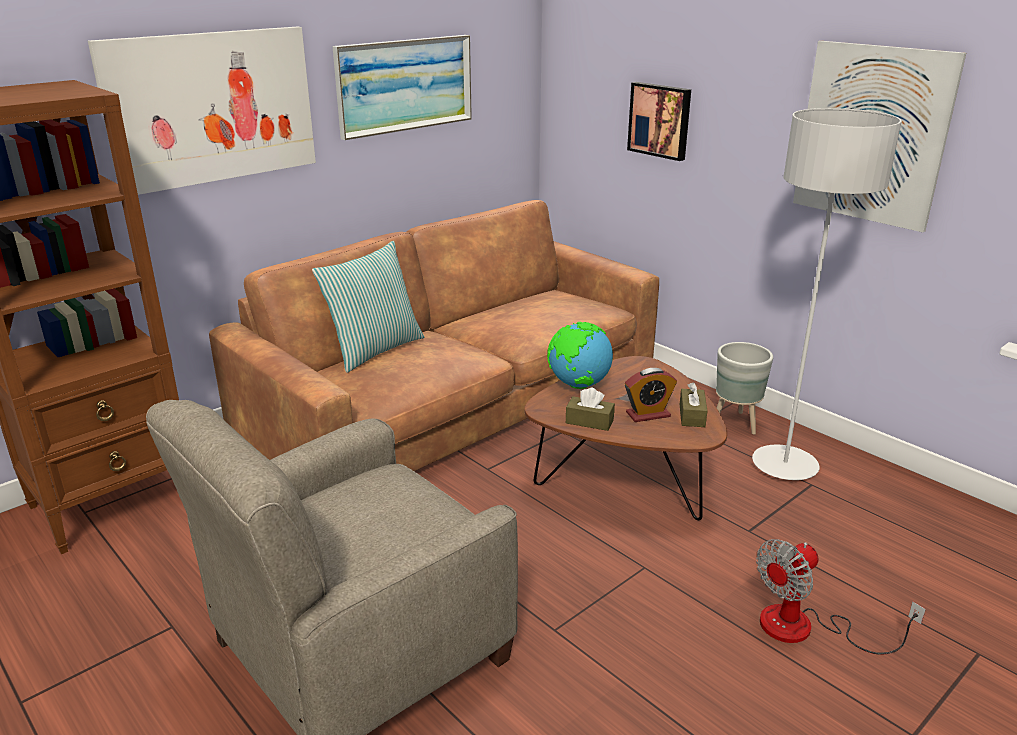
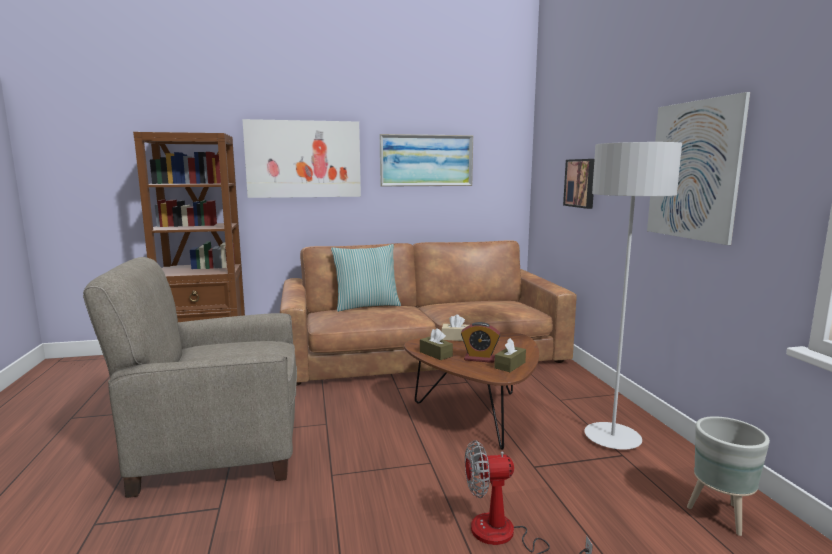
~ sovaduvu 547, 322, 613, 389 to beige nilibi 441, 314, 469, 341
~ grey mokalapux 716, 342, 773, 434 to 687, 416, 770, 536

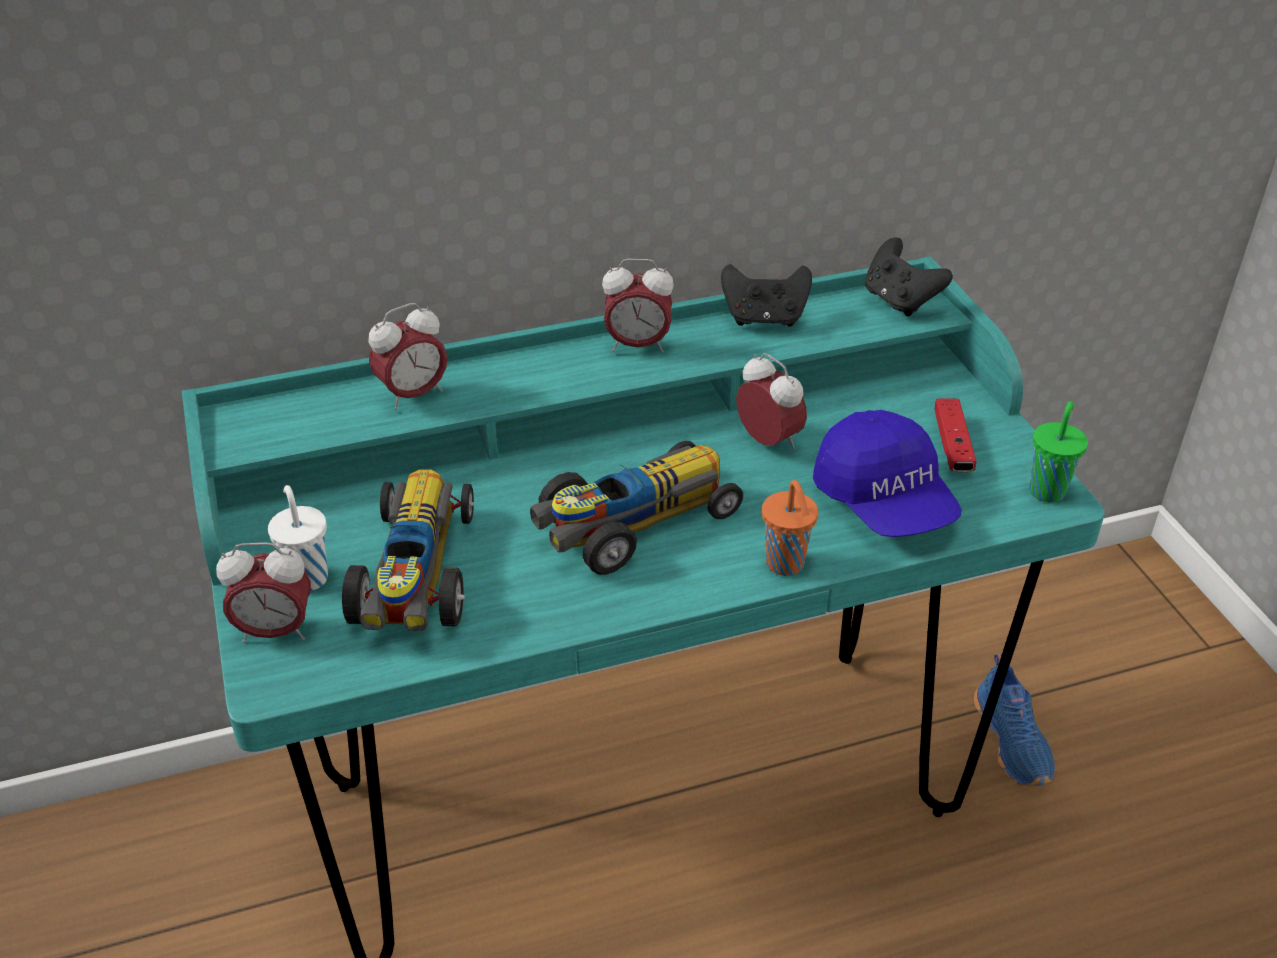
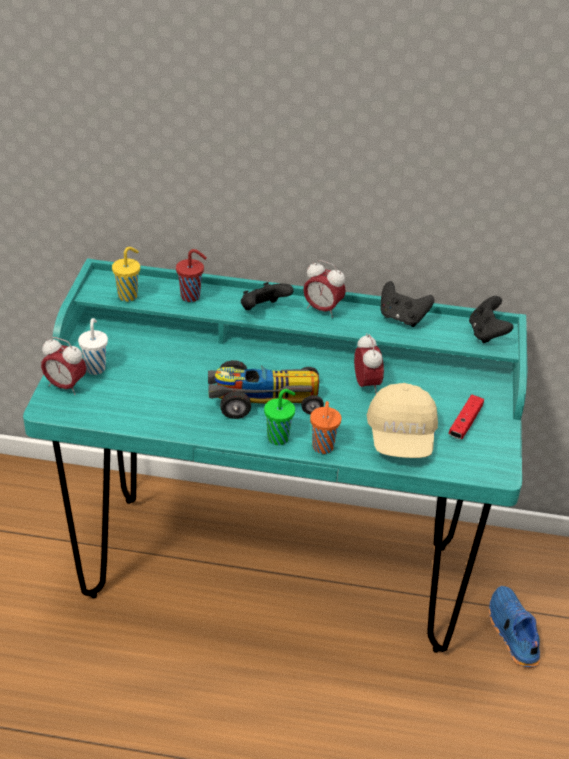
+ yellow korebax 112, 247, 140, 302
~ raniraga 368, 303, 448, 410 to red korebax 176, 249, 207, 302
+ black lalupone 241, 282, 293, 310
~ green korebax 1029, 401, 1088, 503 to 264, 389, 295, 445
~ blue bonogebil 813, 410, 962, 537 to beige bonogebil 367, 383, 438, 458
~ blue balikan 974, 654, 1055, 786 = 489, 586, 540, 668 150 degrees clockwise
- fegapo 342, 469, 474, 631

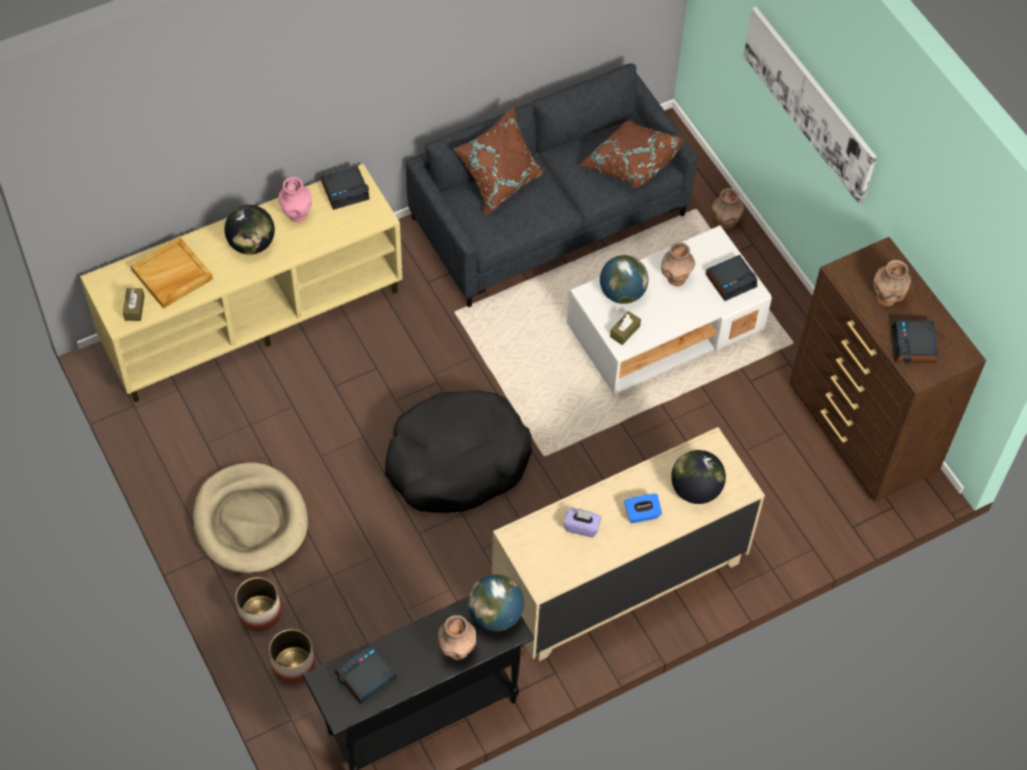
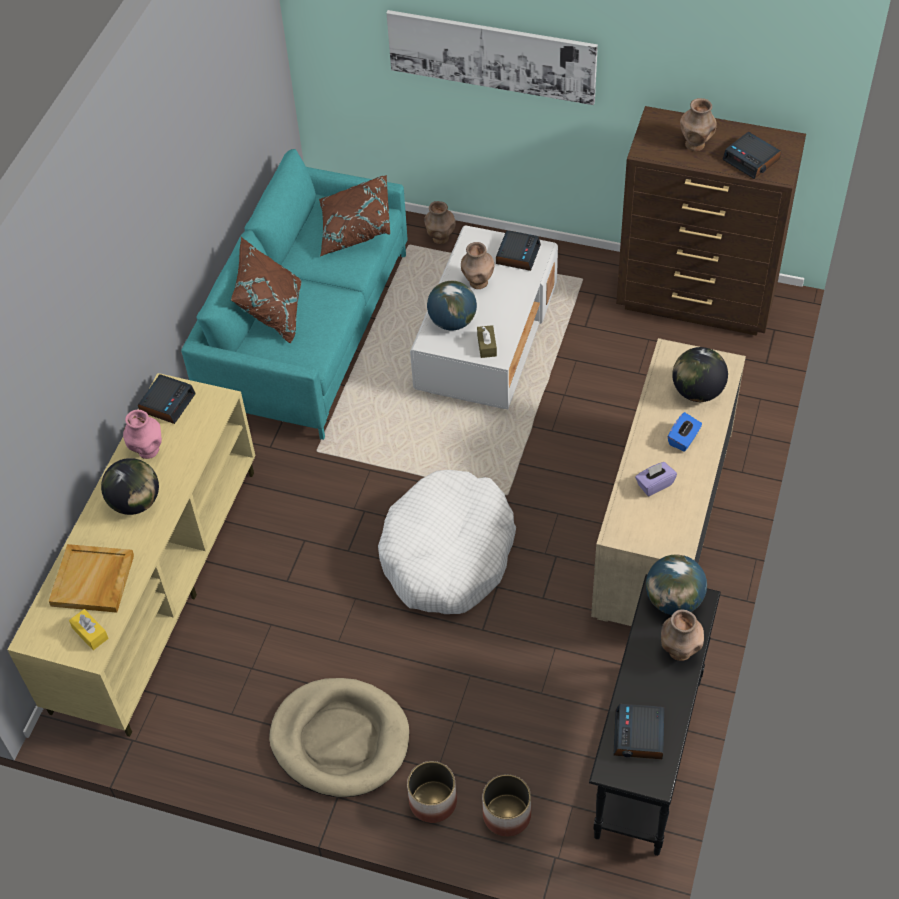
~ brown nilibi 123, 288, 145, 321 to yellow nilibi 69, 609, 109, 650
~ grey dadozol 406, 64, 698, 307 to turquoise dadozol 181, 149, 408, 440
~ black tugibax 385, 390, 532, 513 to white tugibax 378, 470, 516, 614

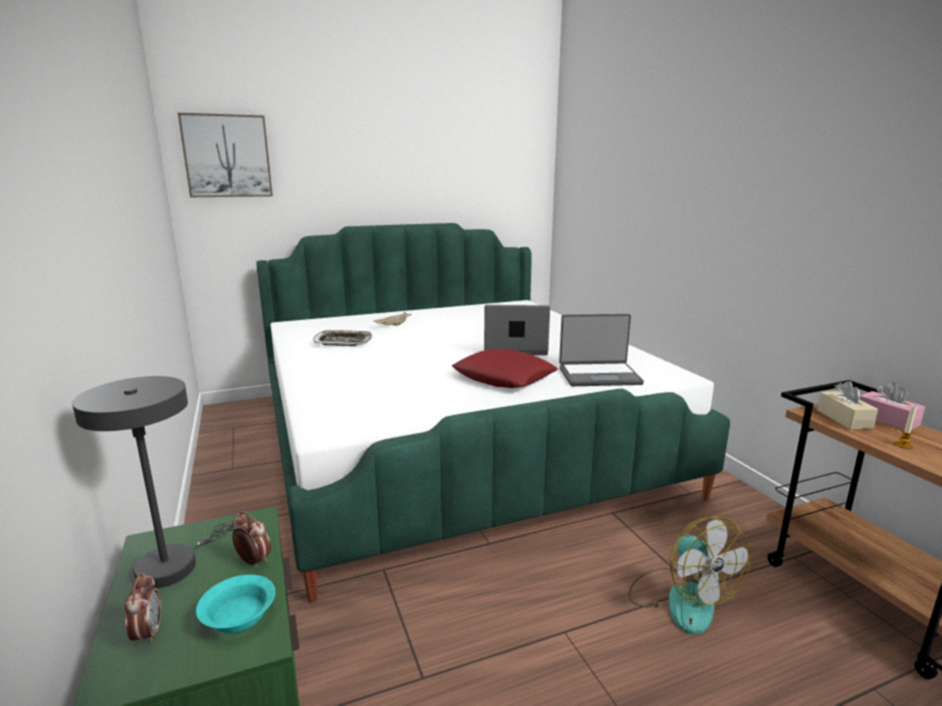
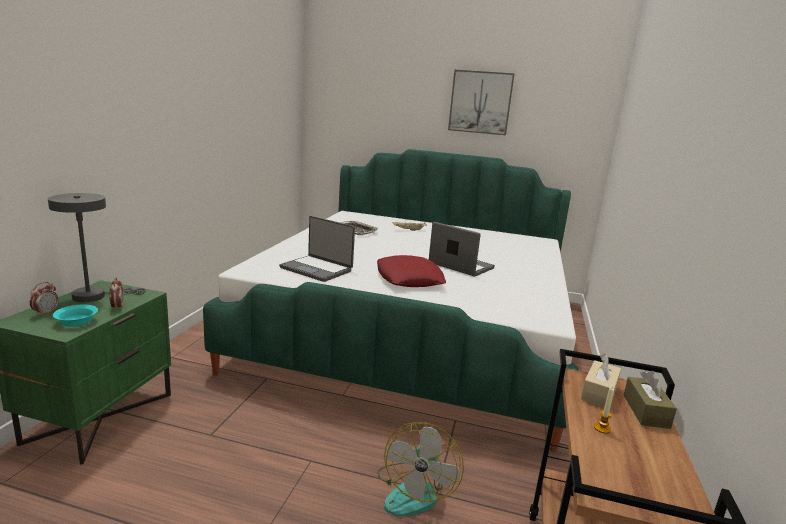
~ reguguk 559, 314, 644, 386 to 279, 216, 355, 282
~ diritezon 178, 113, 273, 197 to 448, 70, 514, 135
~ pink nilibi 859, 382, 925, 430 to brown nilibi 623, 371, 677, 429

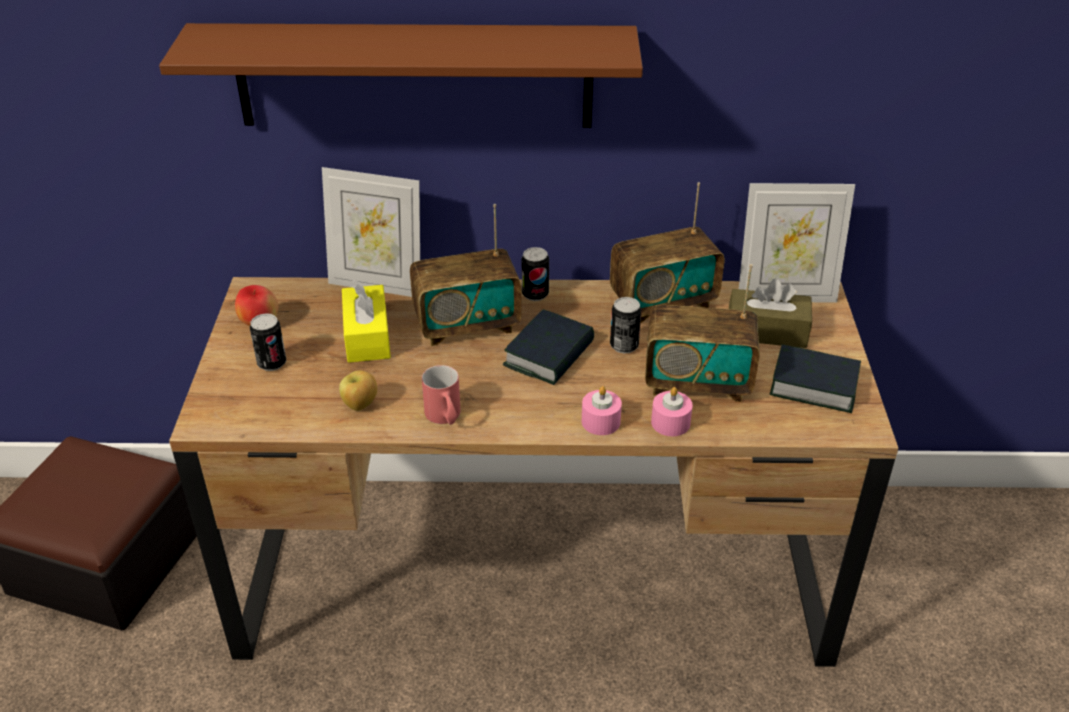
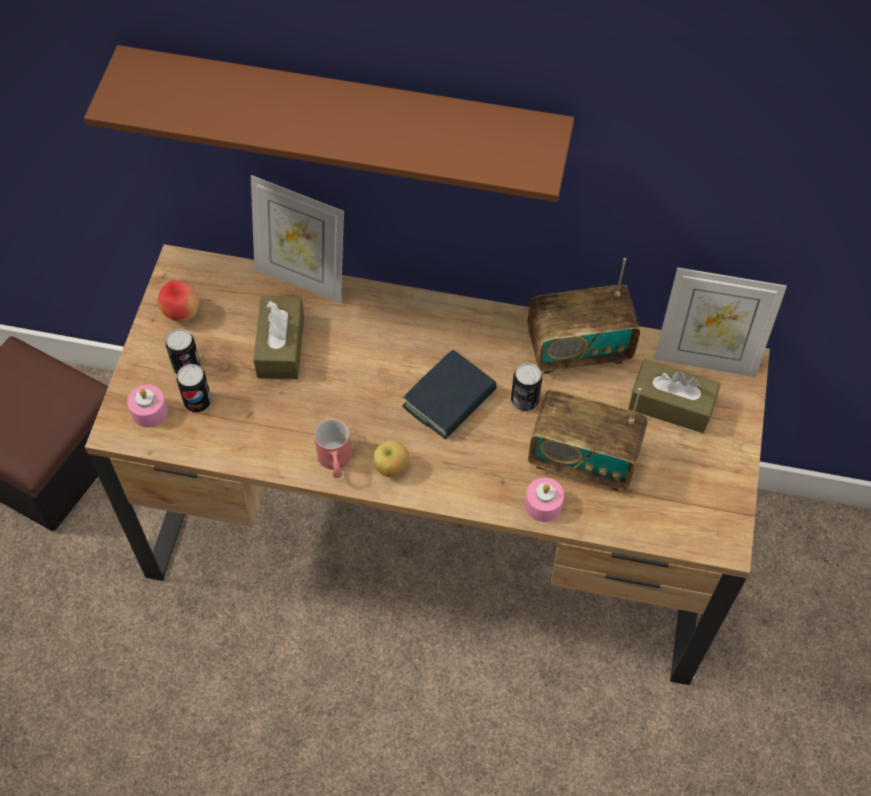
~ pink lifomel 582, 386, 622, 435 to 127, 385, 168, 427
~ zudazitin 522, 247, 549, 301 to 176, 364, 212, 412
~ yellow nilibi 342, 280, 391, 363 to brown nilibi 253, 296, 304, 379
~ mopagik 339, 370, 377, 411 to 374, 440, 409, 477
- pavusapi 410, 204, 521, 346
- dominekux 770, 344, 861, 413

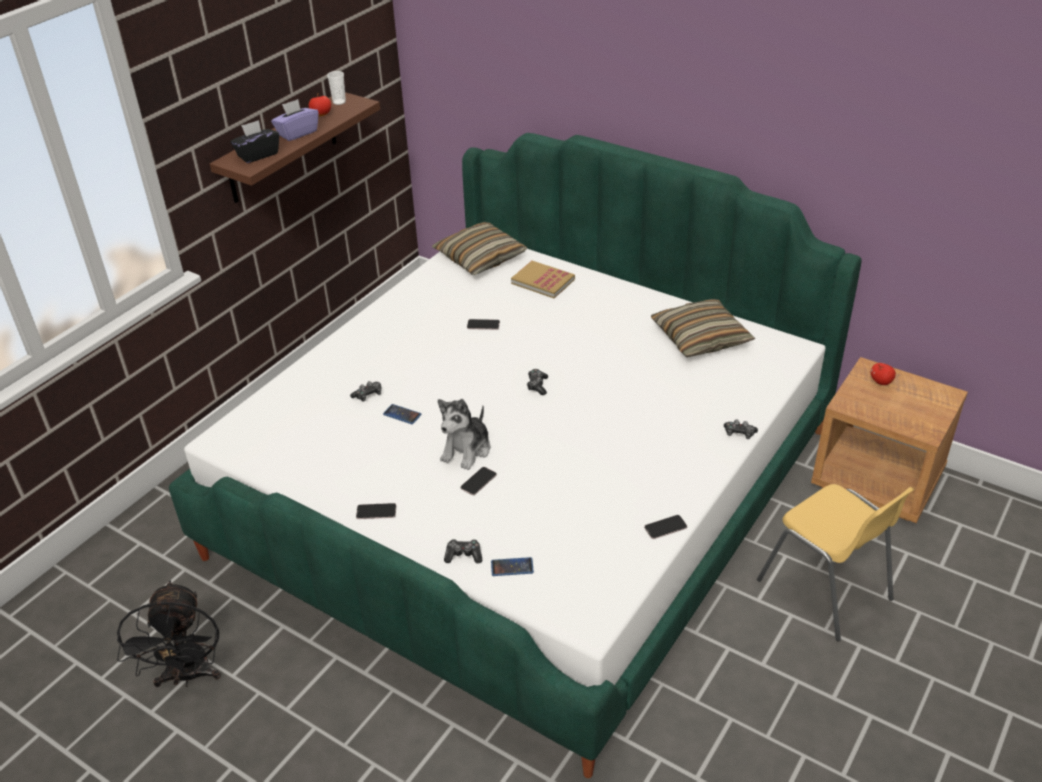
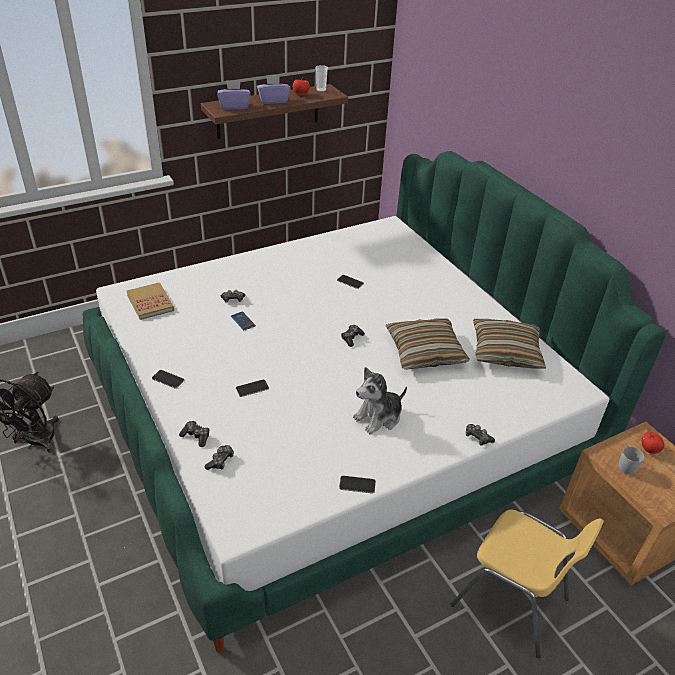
~ dominekux 511, 261, 575, 298 to 127, 283, 174, 320
~ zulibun 491, 557, 534, 576 to lalupone 204, 445, 234, 470
~ black nilibi 230, 120, 279, 163 to purple nilibi 217, 80, 251, 109
~ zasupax 438, 399, 490, 470 to 353, 367, 407, 435
~ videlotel 432, 222, 527, 275 to 386, 319, 470, 370
~ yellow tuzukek 757, 484, 914, 642 = 450, 509, 604, 658 45 degrees counterclockwise
+ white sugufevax 619, 446, 644, 475

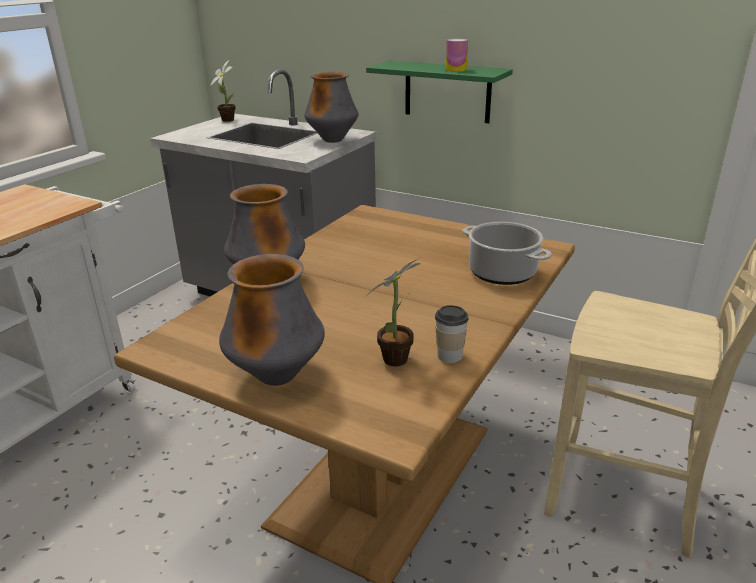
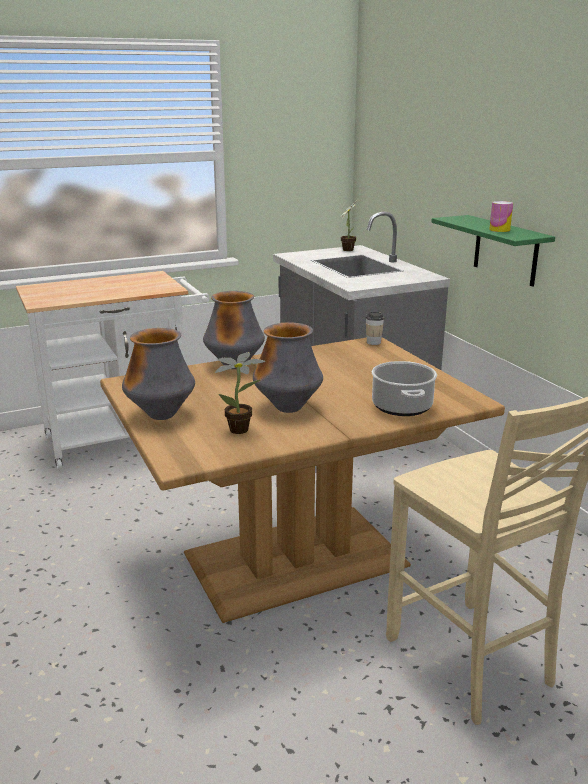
~ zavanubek 304, 72, 359, 143 to 253, 323, 323, 413
~ korebax 435, 305, 468, 363 to 366, 312, 384, 345

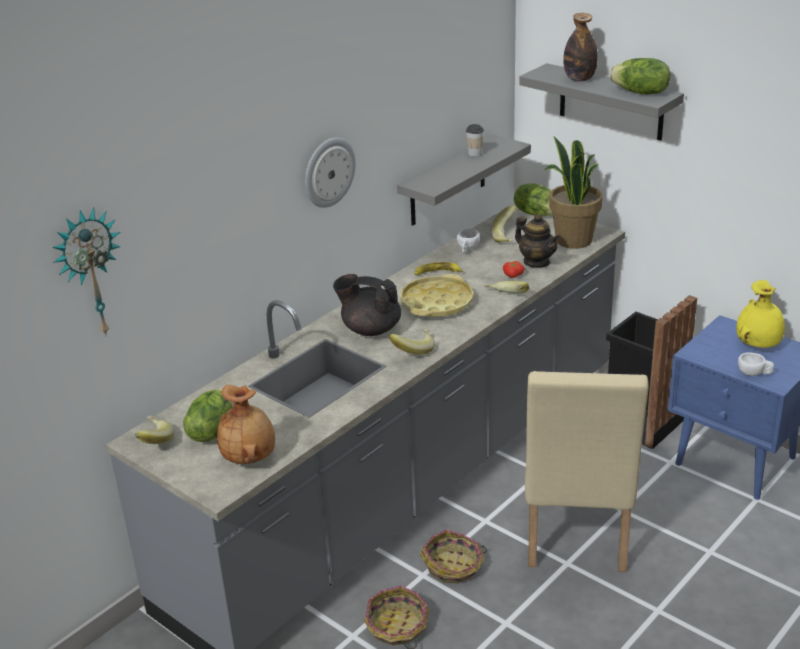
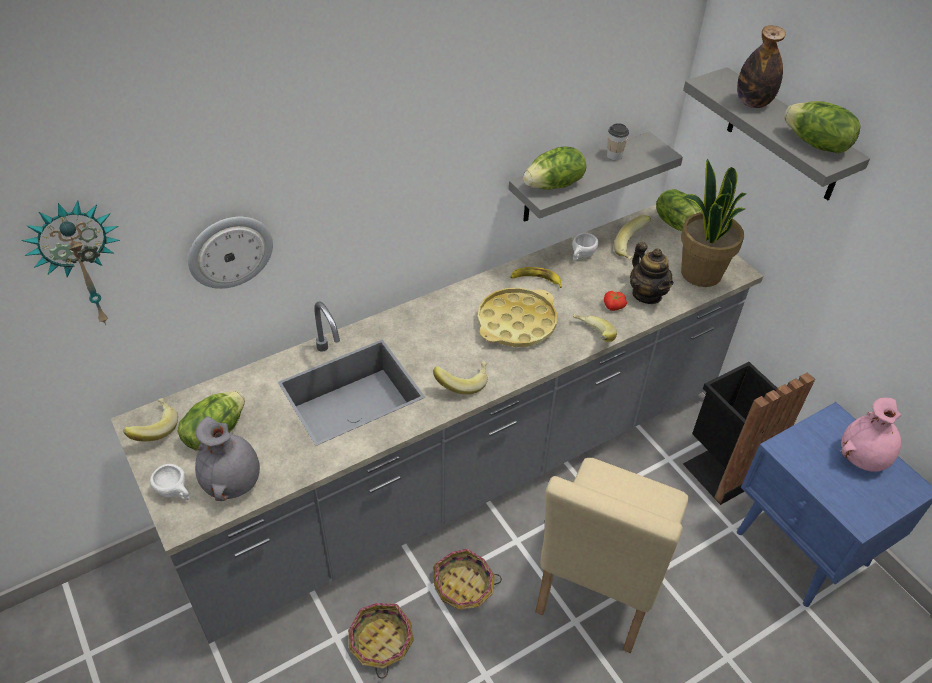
~ white korebax 738, 352, 774, 376 to 150, 464, 190, 500
~ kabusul 305, 137, 356, 208 to 188, 217, 273, 289
~ brown zavanubek 217, 385, 275, 464 to grey zavanubek 195, 416, 260, 501
+ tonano 523, 147, 586, 190
~ yellow zavanubek 736, 280, 785, 348 to pink zavanubek 841, 398, 901, 472
- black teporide 333, 274, 401, 336

